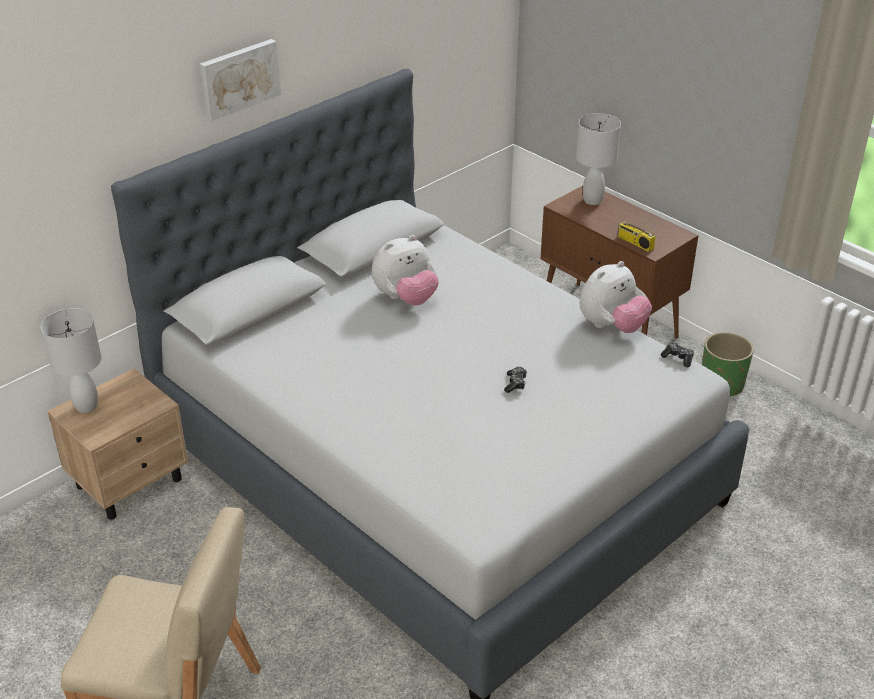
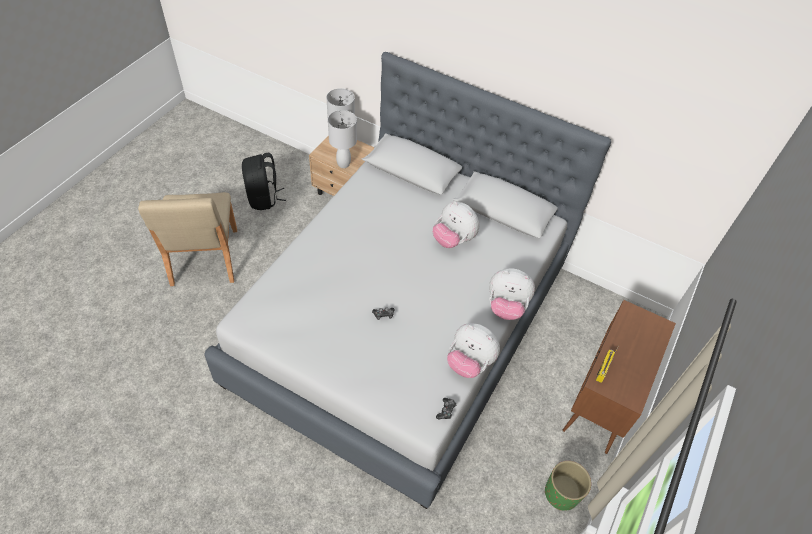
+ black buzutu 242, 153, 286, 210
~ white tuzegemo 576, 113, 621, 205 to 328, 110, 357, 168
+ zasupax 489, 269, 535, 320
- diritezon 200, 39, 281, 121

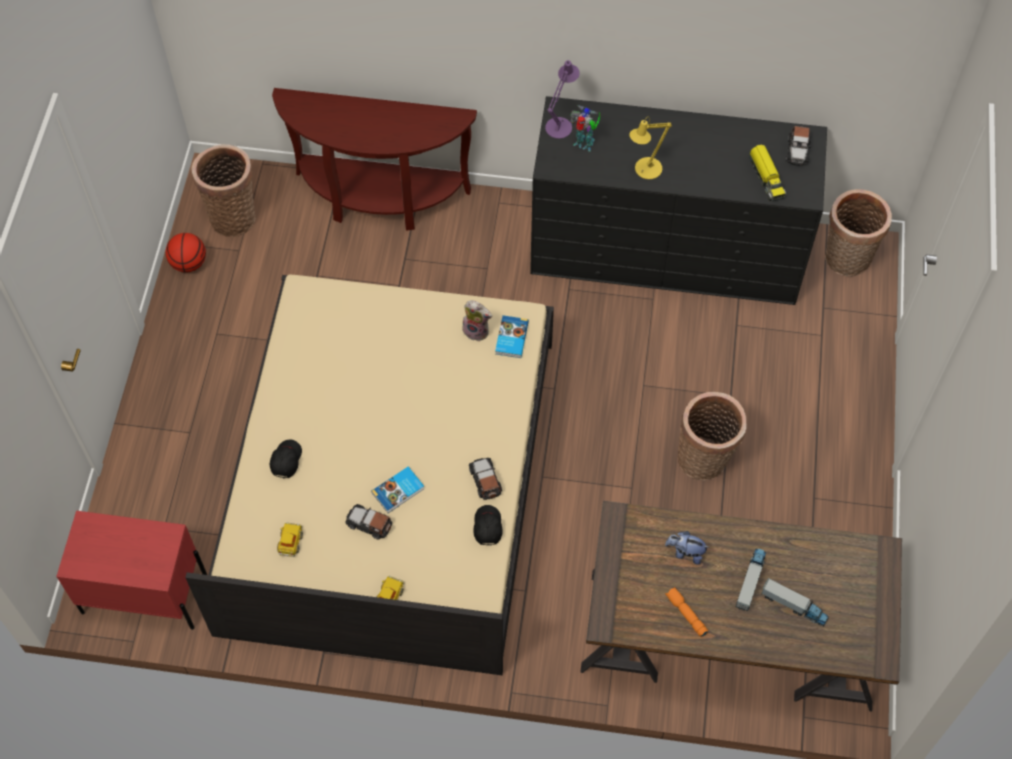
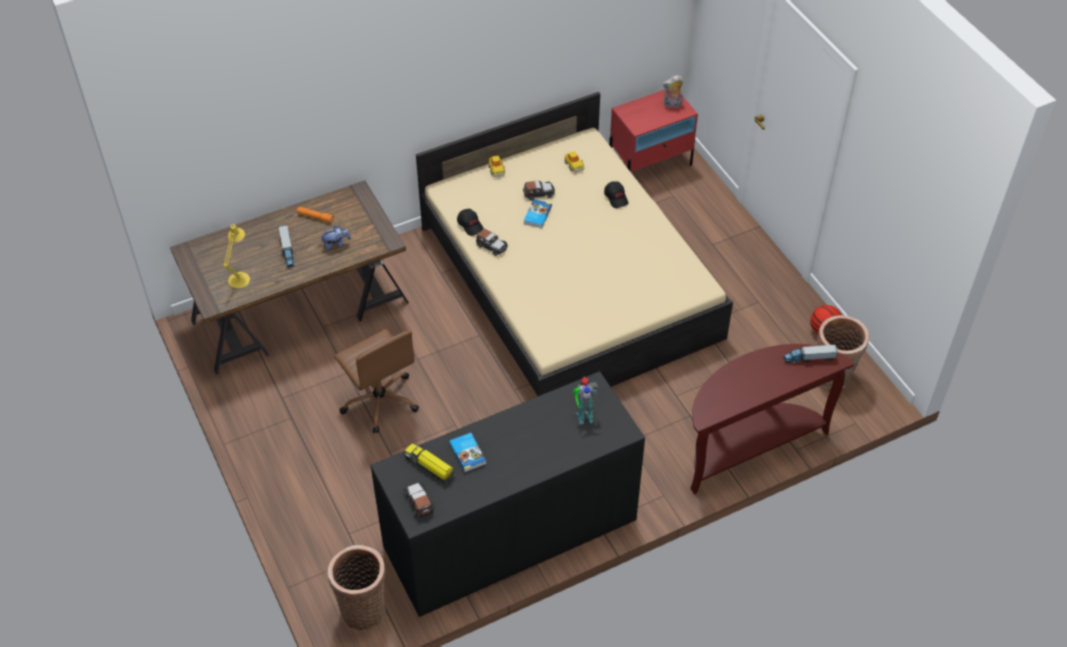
~ yellow tuzegemo 630, 116, 672, 179 to 224, 224, 250, 288
~ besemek 678, 392, 747, 481 to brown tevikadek 334, 329, 419, 433
~ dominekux 495, 315, 529, 358 to 449, 433, 486, 472
~ zasupax 462, 300, 492, 342 to 663, 75, 683, 108
~ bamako 761, 578, 829, 626 to 784, 345, 838, 363
- purple tuzegemo 545, 60, 580, 139

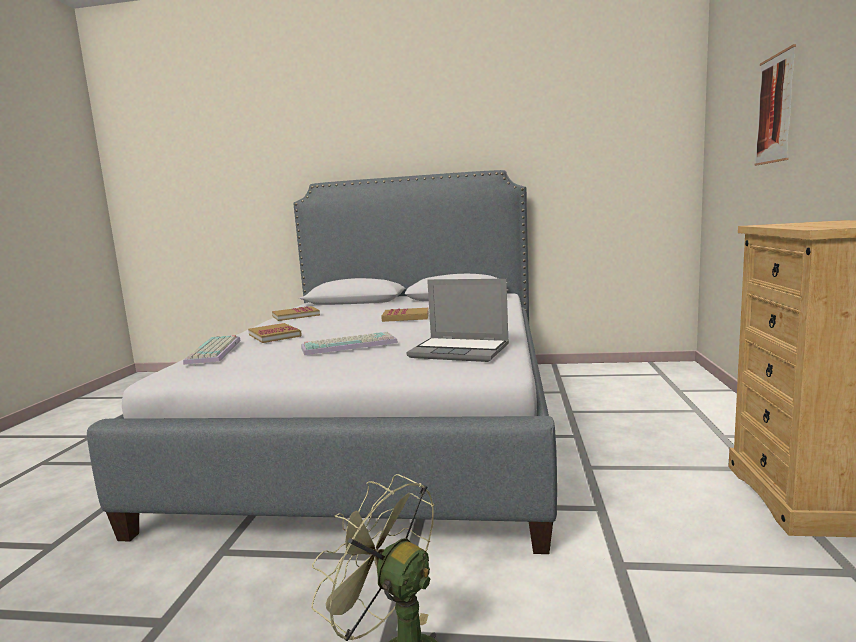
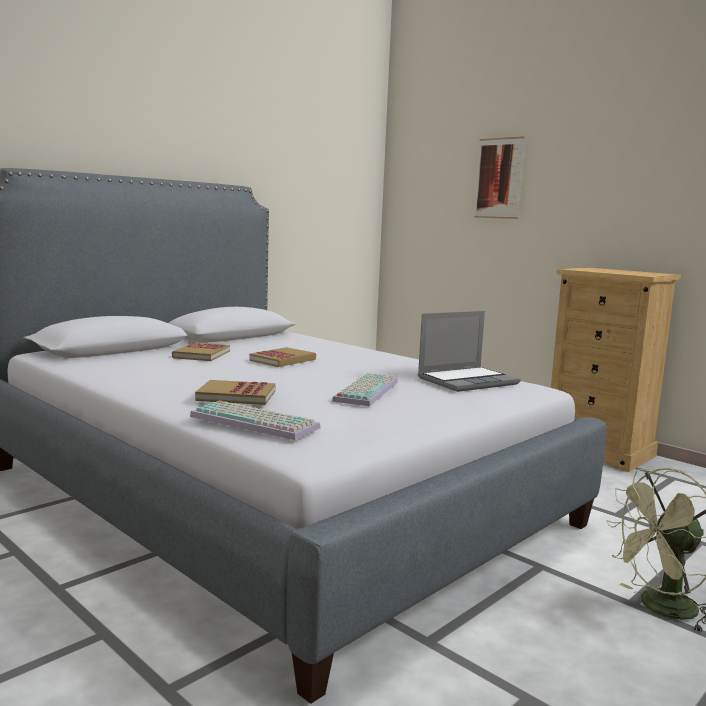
~ dominekux 272, 306, 320, 321 to 172, 342, 230, 361

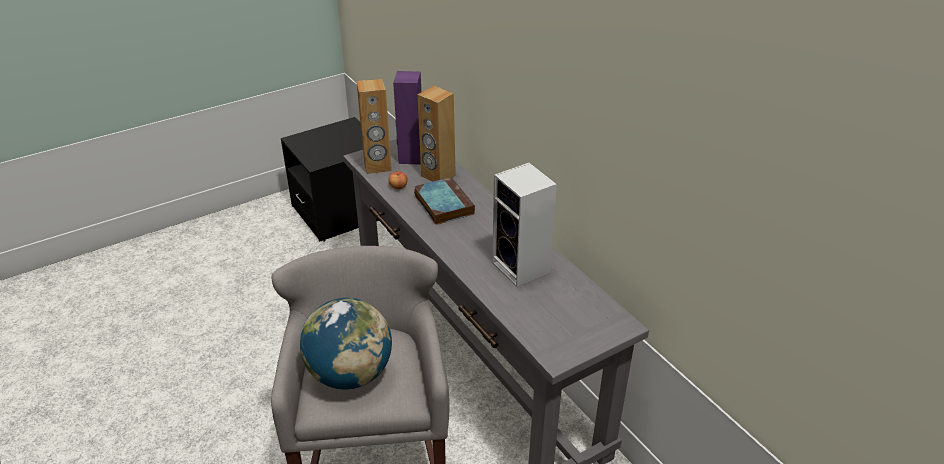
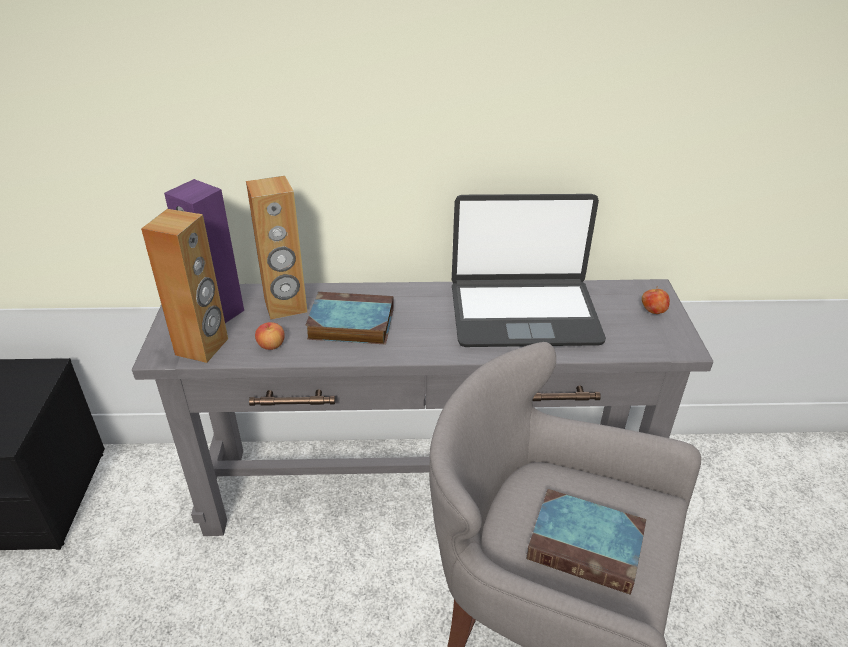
~ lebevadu 492, 163, 557, 287 to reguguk 452, 194, 606, 347
~ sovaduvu 300, 298, 392, 389 to dominekux 526, 489, 646, 595
+ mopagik 642, 286, 670, 314

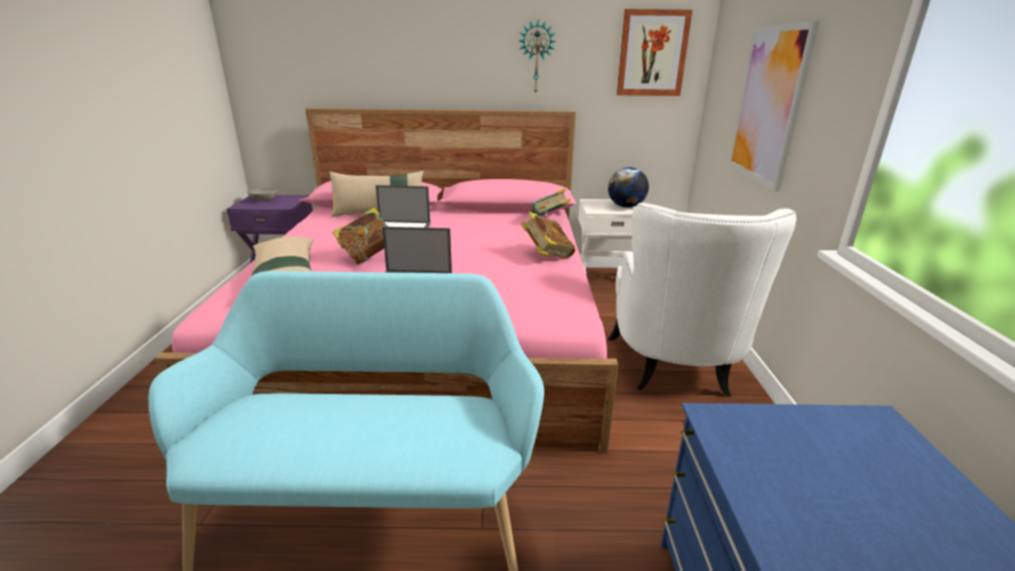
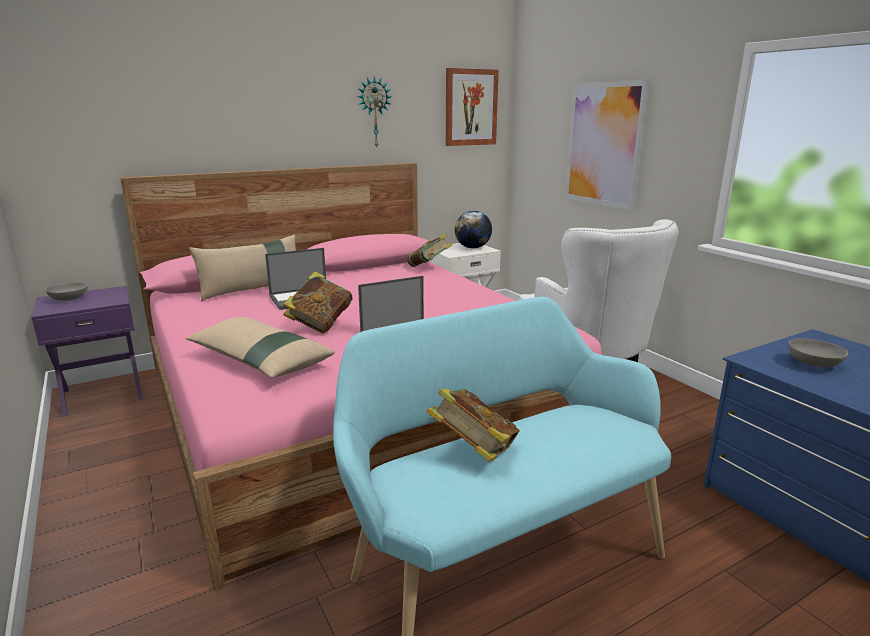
~ dominekux 521, 212, 576, 259 to 426, 388, 520, 462
+ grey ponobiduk 788, 338, 848, 367

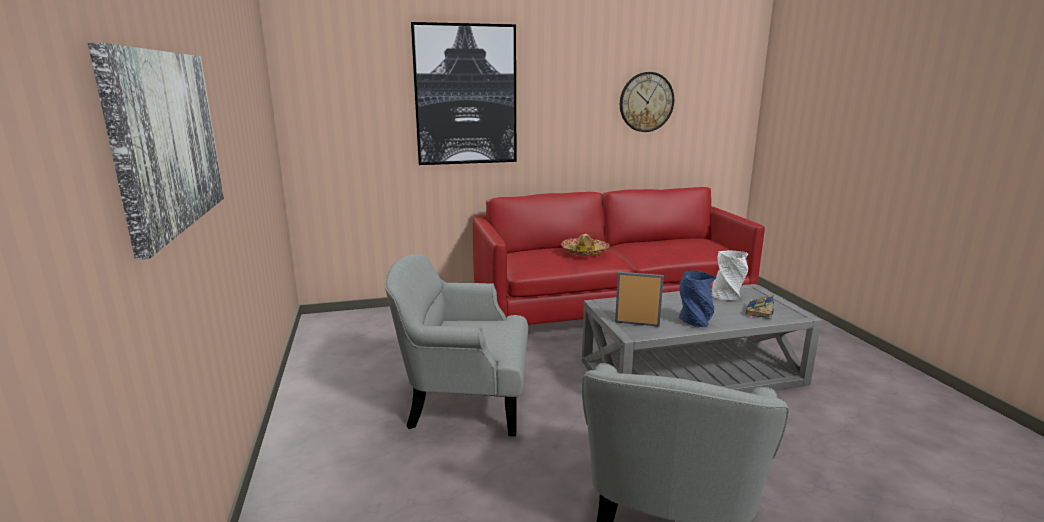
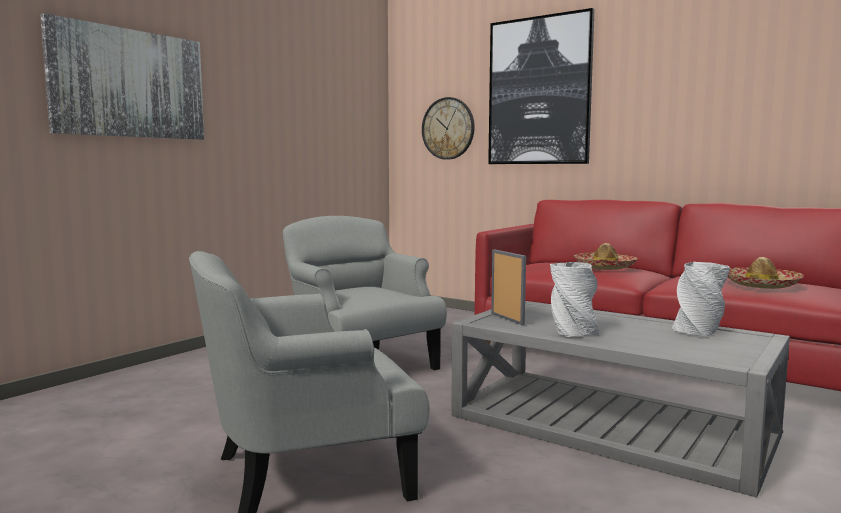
~ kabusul 620, 72, 674, 132 to 422, 97, 475, 160
~ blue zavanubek 679, 271, 717, 327 to grey zavanubek 550, 262, 600, 337
+ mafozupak 728, 257, 804, 289
- dominekux 745, 295, 774, 319

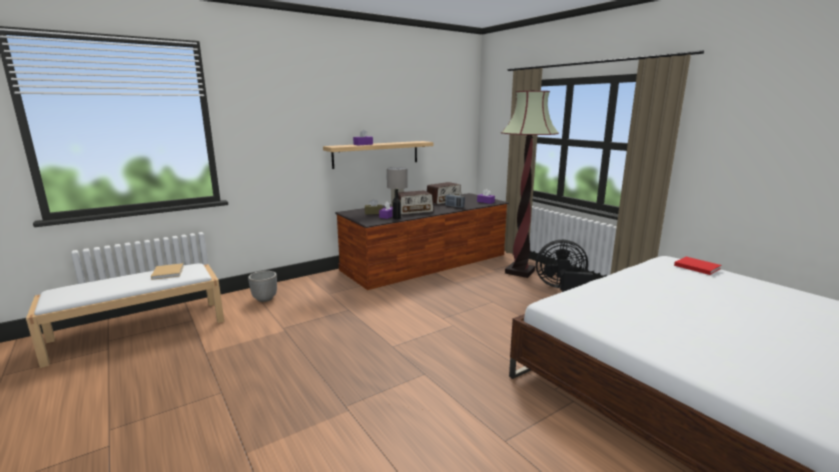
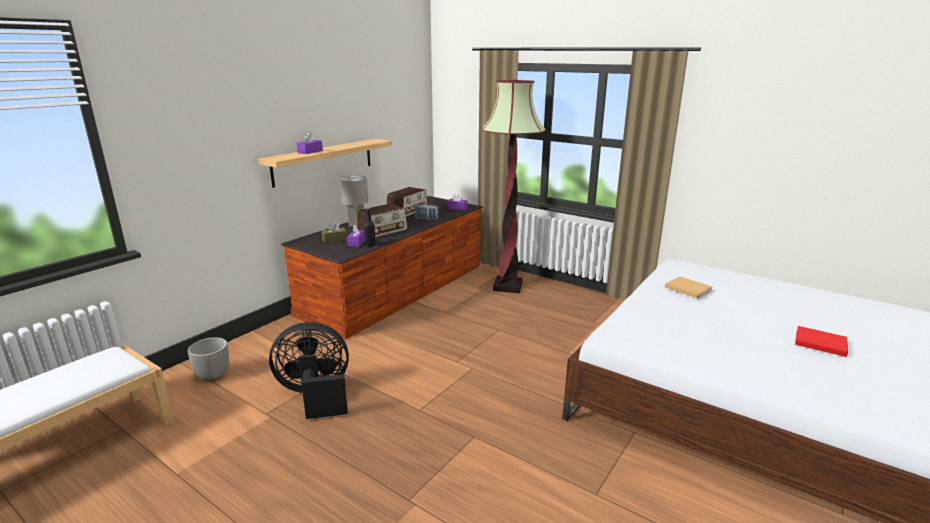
~ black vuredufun 536, 240, 593, 292 to 269, 322, 349, 419
~ beige dominekux 151, 263, 184, 280 to 665, 276, 713, 299
~ red dominekux 674, 257, 721, 275 to 795, 326, 848, 357

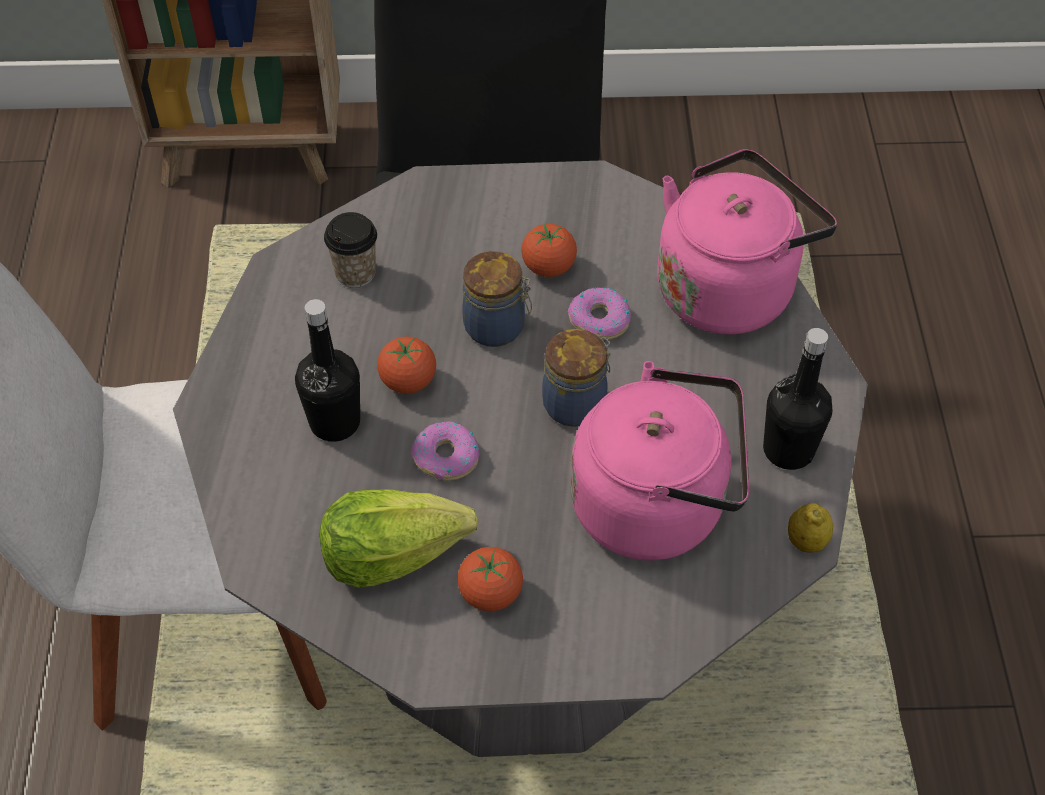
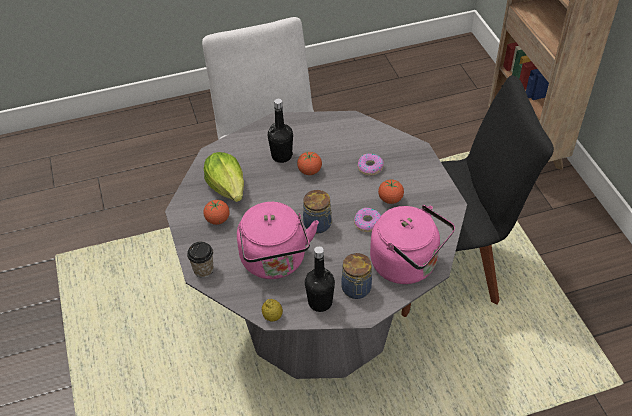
~ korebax 324, 212, 377, 288 to 187, 242, 213, 278
~ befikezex 462, 251, 532, 347 to 341, 253, 372, 299
~ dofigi 411, 421, 479, 481 to 358, 153, 384, 176

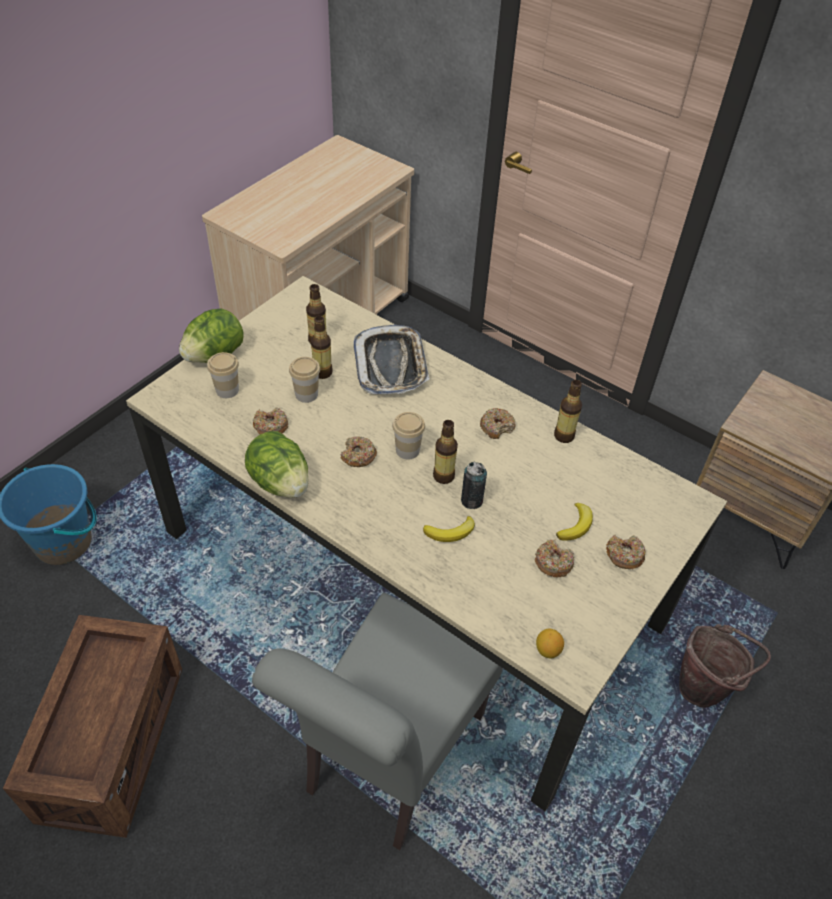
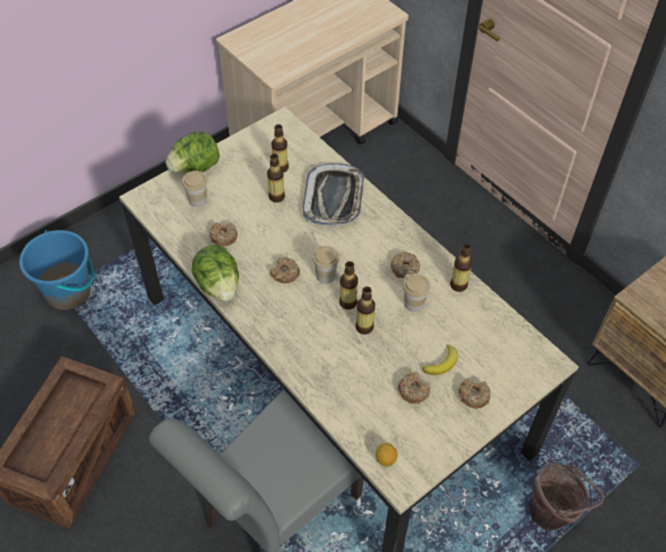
~ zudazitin 461, 462, 487, 509 to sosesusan 355, 286, 375, 335
~ korebax 289, 357, 320, 403 to 403, 274, 430, 312
- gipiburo 423, 516, 475, 542

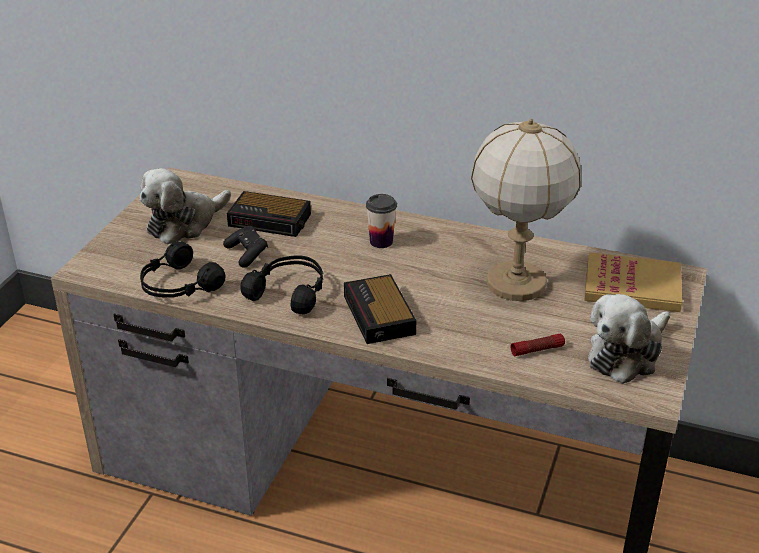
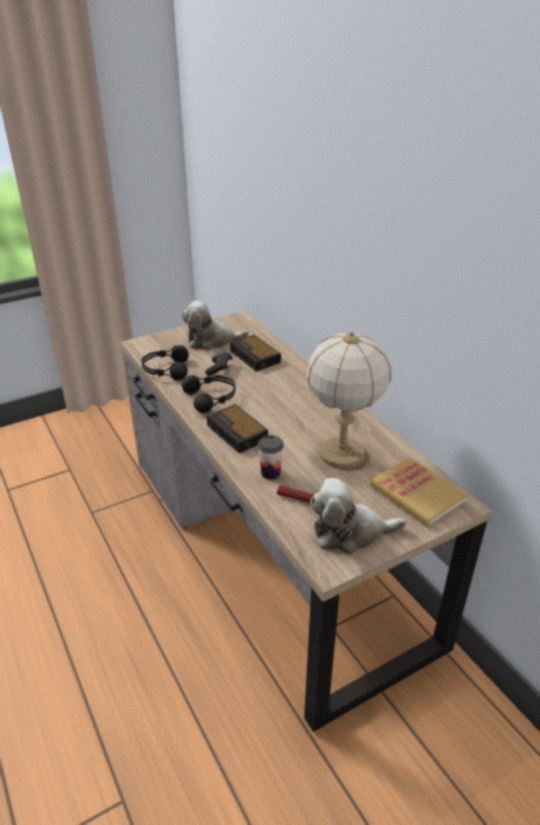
~ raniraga 344, 274, 416, 344 = 207, 404, 268, 453 60 degrees counterclockwise
~ korebax 366, 194, 397, 248 to 258, 435, 284, 480

